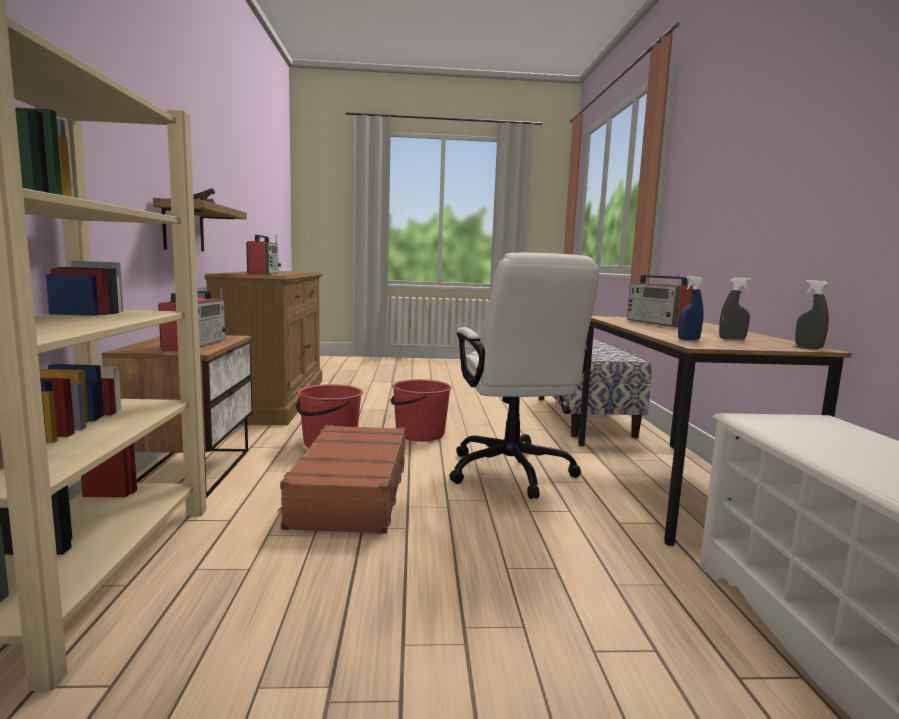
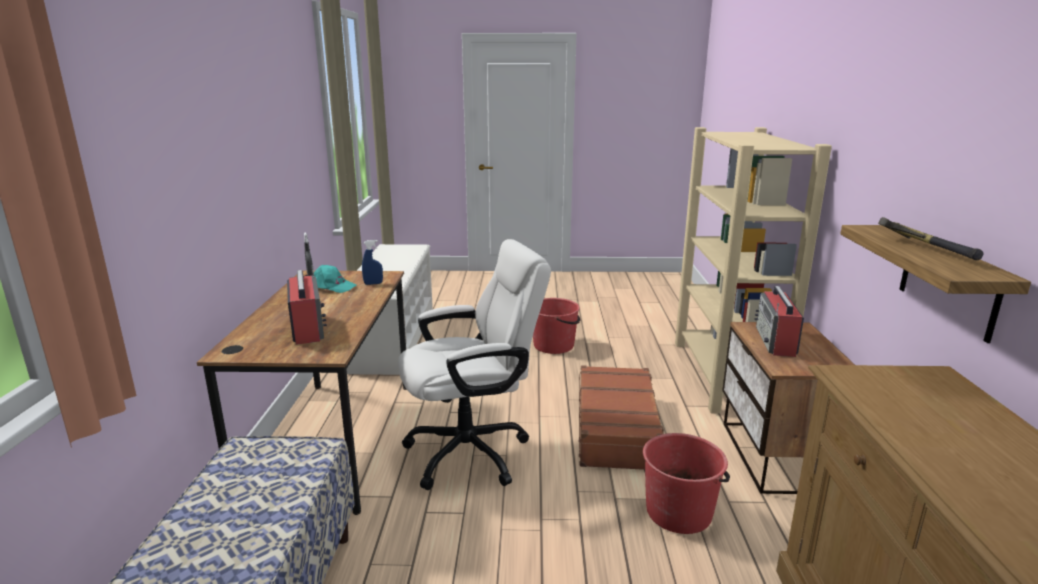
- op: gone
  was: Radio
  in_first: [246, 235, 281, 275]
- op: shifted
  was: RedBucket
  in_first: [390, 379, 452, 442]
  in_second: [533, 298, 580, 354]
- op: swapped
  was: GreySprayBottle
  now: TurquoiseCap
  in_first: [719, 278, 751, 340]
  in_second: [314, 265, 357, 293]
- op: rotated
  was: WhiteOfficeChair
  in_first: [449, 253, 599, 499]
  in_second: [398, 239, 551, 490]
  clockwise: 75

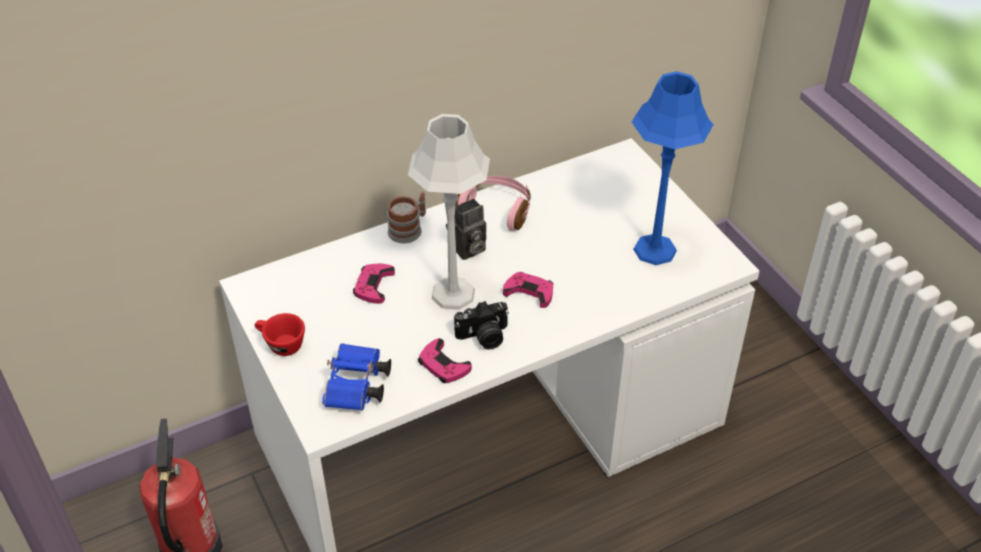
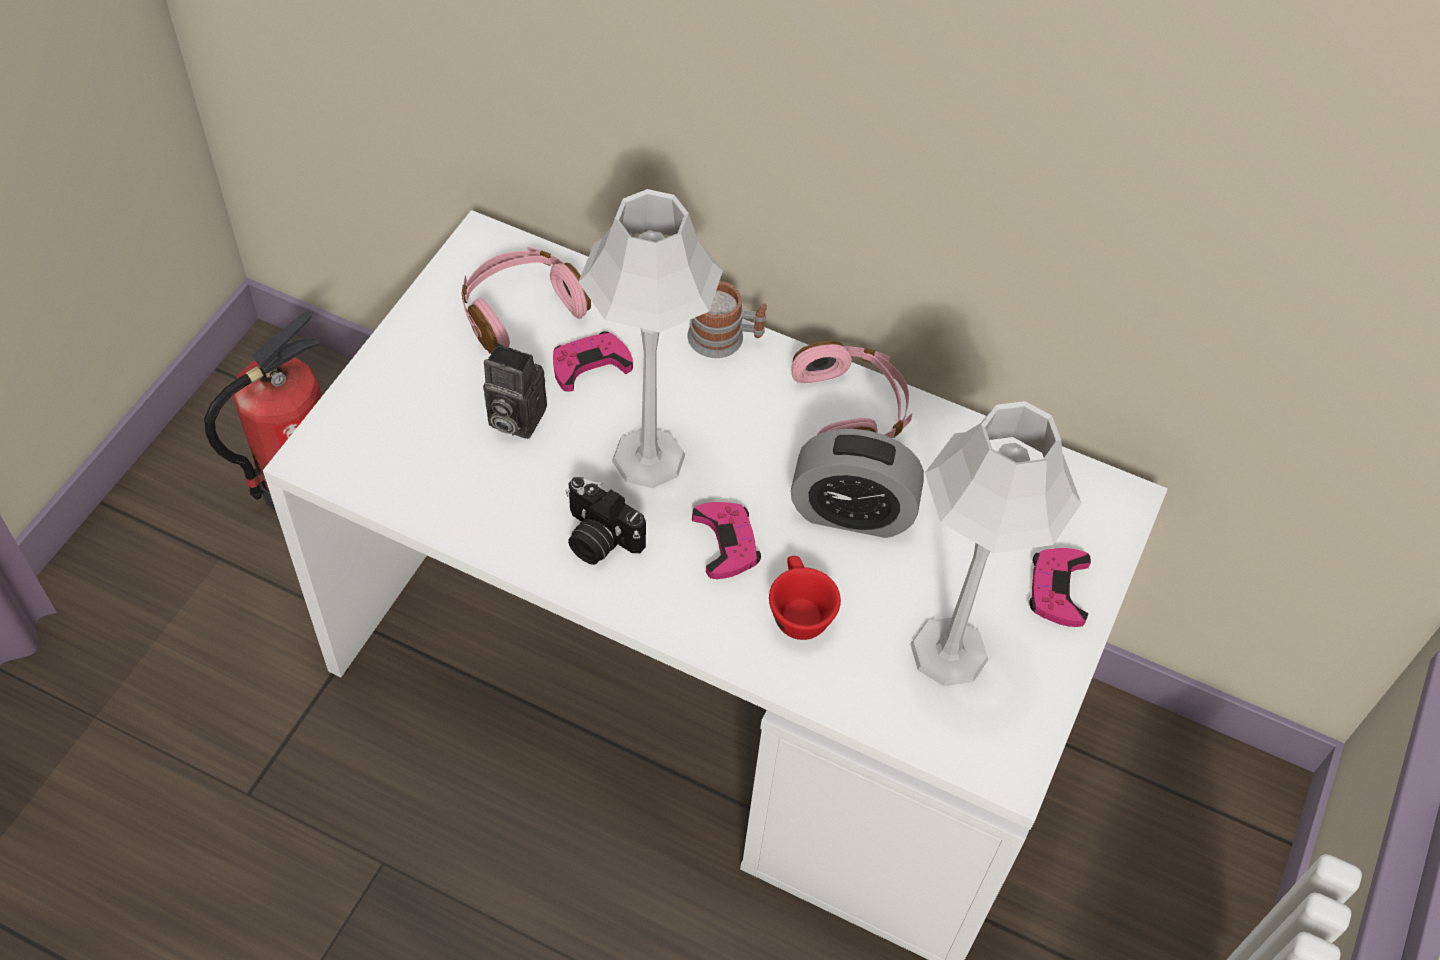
- op: gone
  was: BlueBinoculars
  in_first: [322, 344, 391, 411]
- op: new
  now: PinkHeadphones
  in_second: [462, 247, 591, 354]
- op: new
  now: AlarmClock
  in_second: [791, 429, 924, 538]
- op: shifted
  was: RedCup
  in_first: [255, 313, 305, 356]
  in_second: [769, 556, 841, 640]
- op: shifted
  was: PinkGameController
  in_first: [418, 338, 472, 383]
  in_second: [1029, 548, 1091, 627]
- op: shifted
  was: PhotoCamera
  in_first: [446, 198, 486, 260]
  in_second: [483, 344, 547, 439]
- op: repainted
  was: BlueTableLamp
  now: GreyTableLamp
  in_first: [632, 71, 713, 265]
  in_second: [910, 401, 1081, 686]

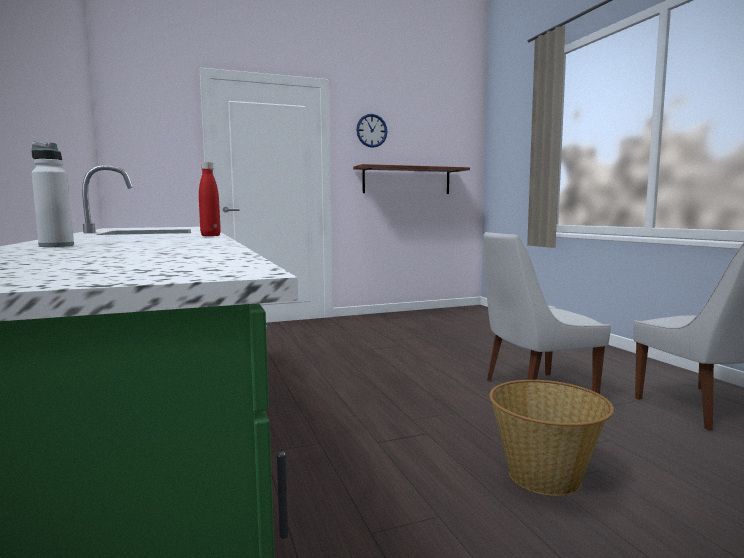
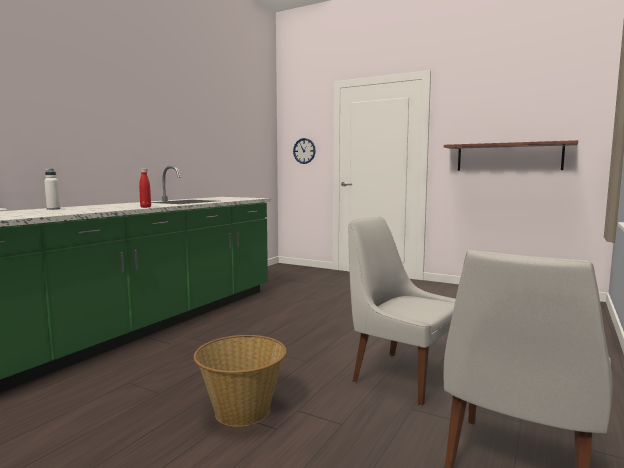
- op: shifted
  was: WallClock
  in_first: [356, 114, 388, 148]
  in_second: [293, 138, 316, 164]

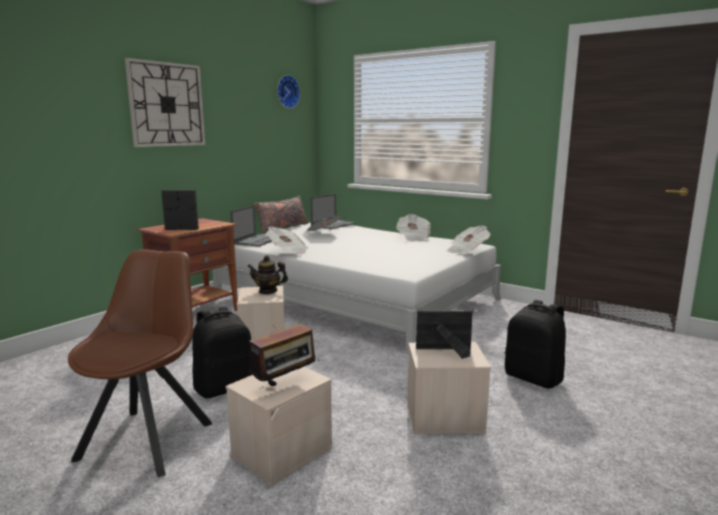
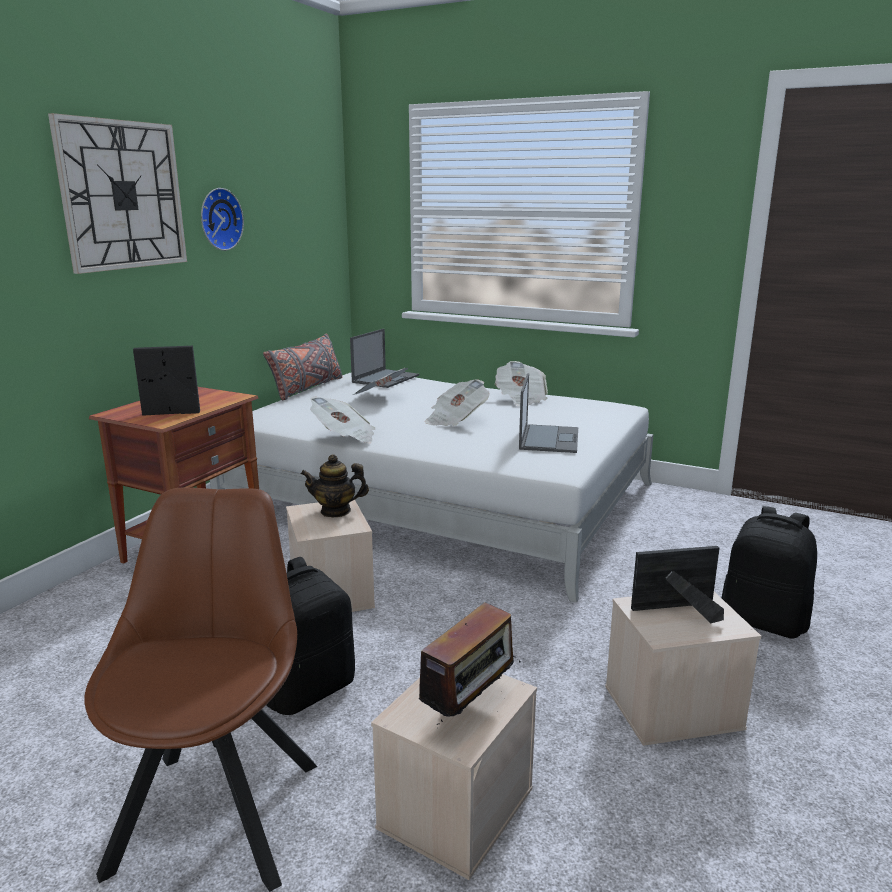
- op: shifted
  was: Laptop
  in_first: [230, 205, 272, 247]
  in_second: [519, 373, 578, 453]
- op: shifted
  was: WallClock
  in_first: [277, 75, 300, 109]
  in_second: [201, 188, 244, 251]
- op: shifted
  was: Newspaper
  in_first: [447, 226, 490, 254]
  in_second: [425, 379, 489, 426]

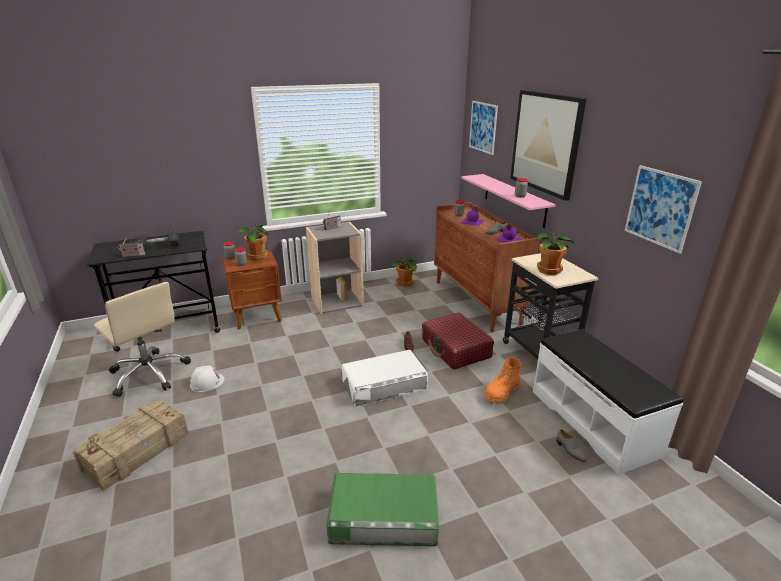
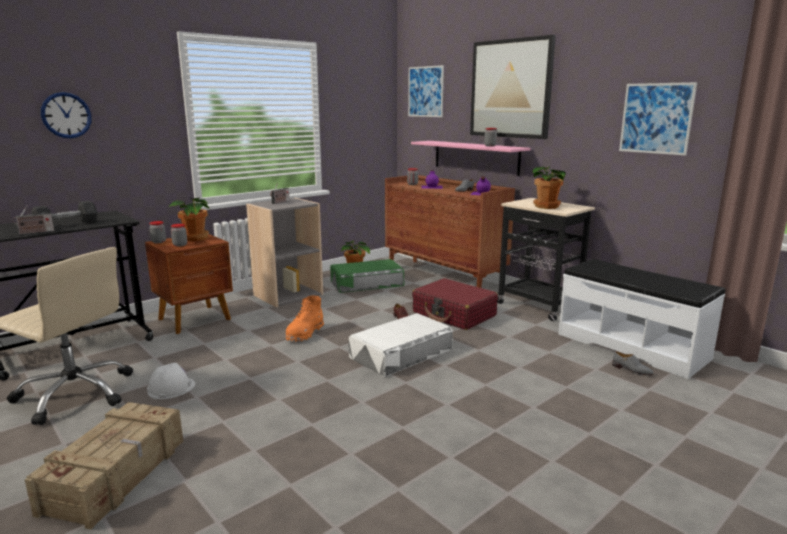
- op: new
  now: WallClock
  in_second: [41, 92, 92, 138]
- op: shifted
  was: GreenStorageBox
  in_first: [327, 473, 439, 546]
  in_second: [330, 259, 404, 293]
- op: shifted
  was: OrangeBoot
  in_first: [484, 357, 521, 405]
  in_second: [286, 296, 324, 343]

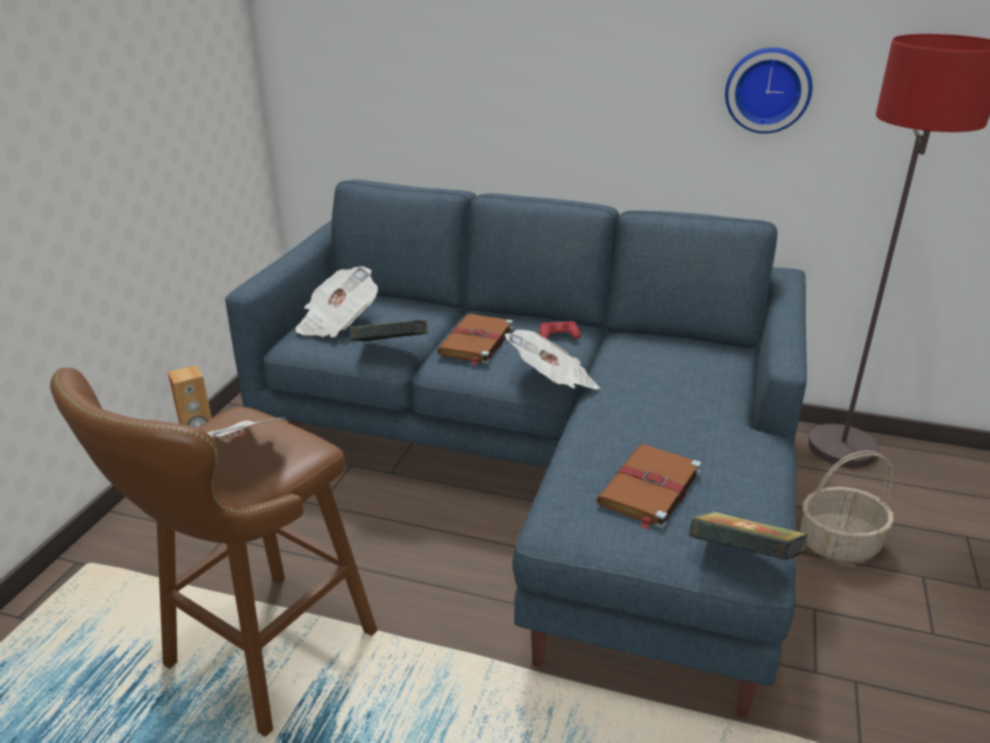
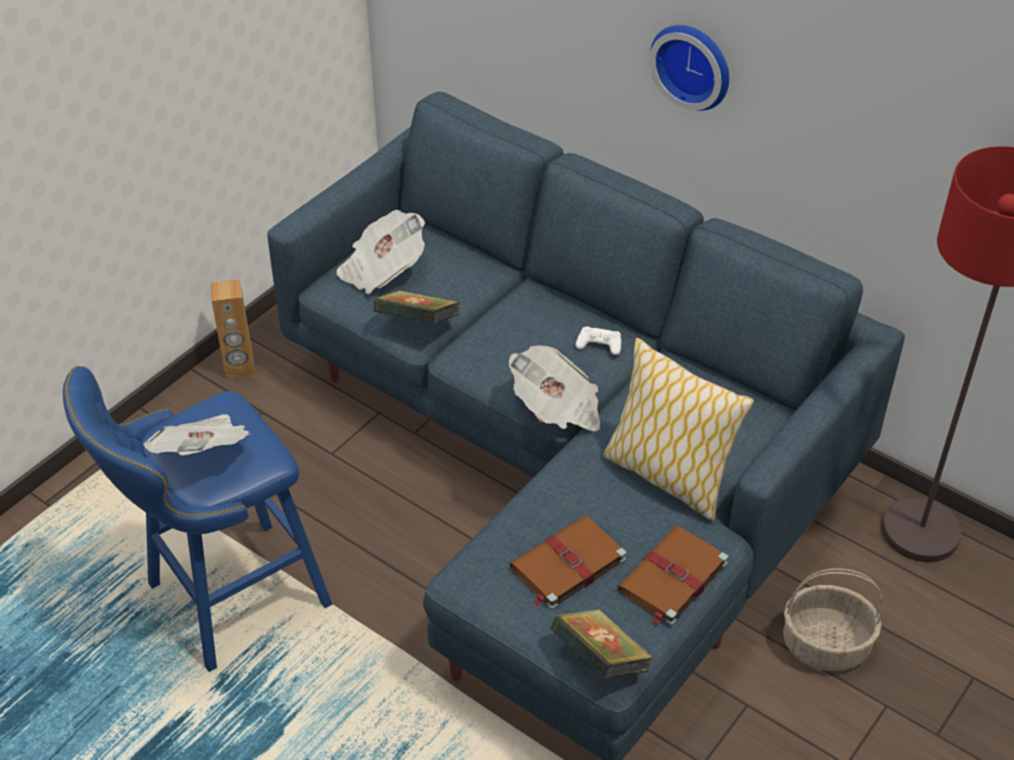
- op: new
  now: Pillow
  in_second: [603, 338, 754, 521]
- op: shifted
  was: BrownBook
  in_first: [437, 314, 513, 366]
  in_second: [617, 526, 729, 625]
- op: shifted
  was: WallClock
  in_first: [725, 47, 813, 133]
  in_second: [649, 25, 729, 111]
- op: repainted
  was: BrownStool
  now: BlueStool
  in_first: [50, 368, 378, 737]
  in_second: [63, 366, 333, 672]
- op: repainted
  was: RedGameController
  now: WhiteGameController
  in_first: [539, 321, 581, 339]
  in_second: [576, 326, 621, 355]

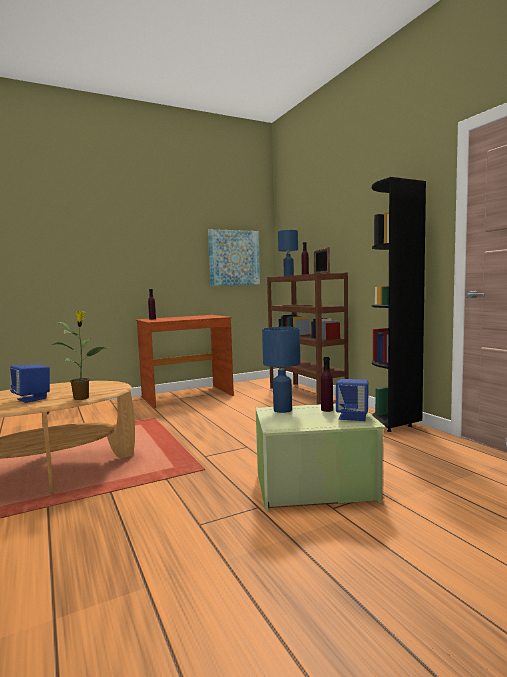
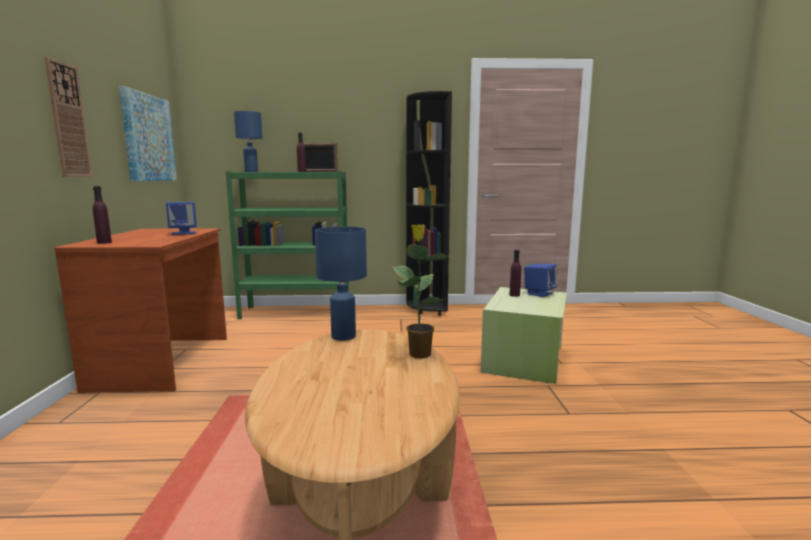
- op: new
  now: WallClock
  in_second: [44, 57, 93, 177]
- op: shifted
  was: BlueSpeaker
  in_first: [10, 364, 50, 403]
  in_second: [166, 202, 197, 235]
- op: shifted
  was: BlueTableLamp
  in_first: [262, 327, 300, 413]
  in_second: [315, 227, 367, 341]
- op: repainted
  was: BrownBookcase
  now: GreenBookcase
  in_first: [267, 273, 348, 404]
  in_second: [226, 172, 349, 319]

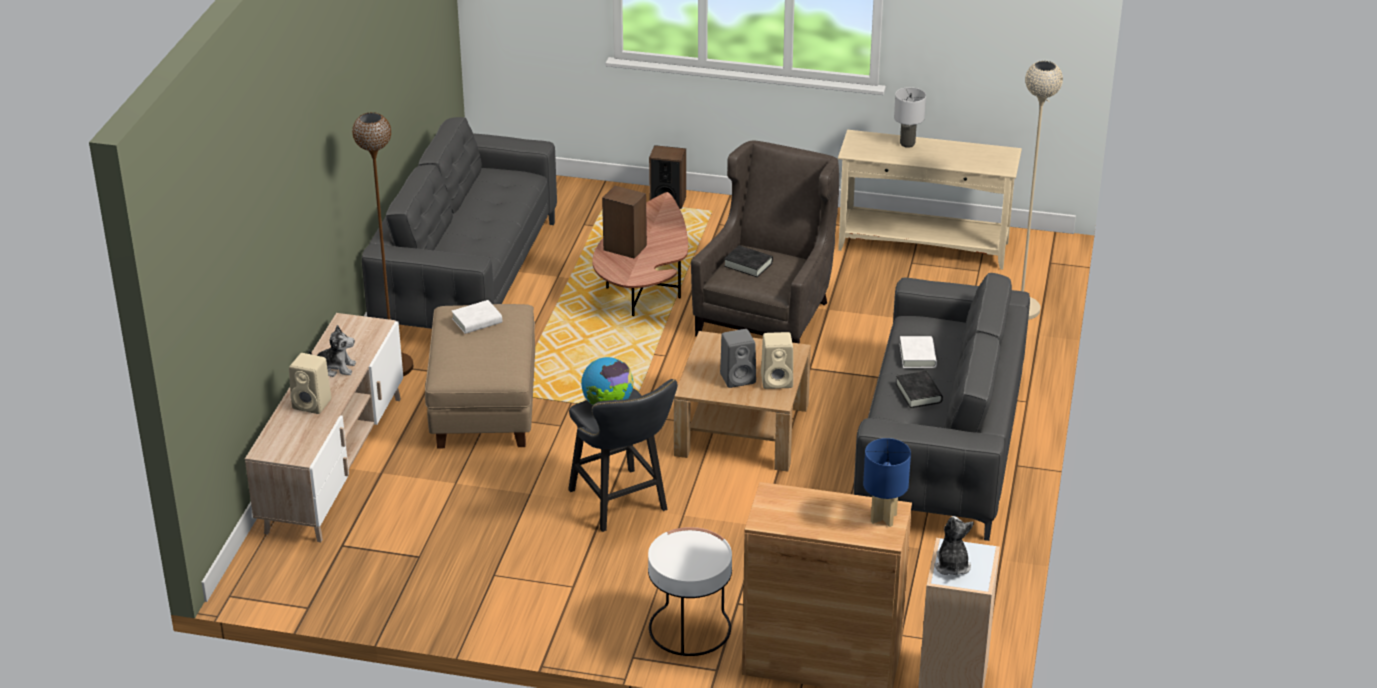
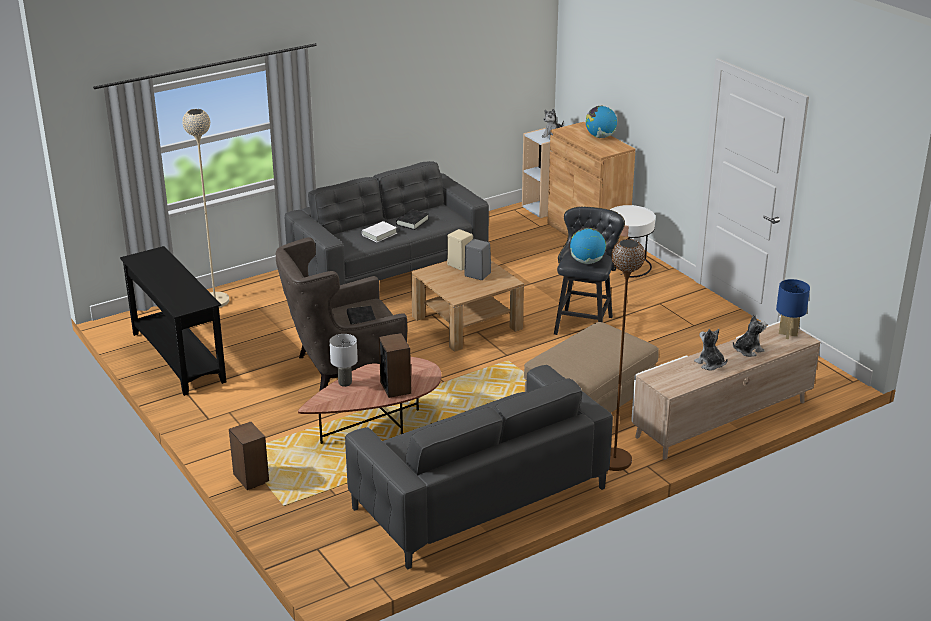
- op: gone
  was: WhiteBook
  in_first: [452, 300, 502, 334]
- op: new
  now: Globe
  in_second: [586, 106, 617, 138]
- op: shifted
  was: BlueTableLamp
  in_first: [863, 438, 911, 527]
  in_second: [776, 279, 810, 339]
- op: shifted
  was: WhiteTableLamp
  in_first: [894, 87, 926, 148]
  in_second: [329, 334, 358, 387]
- op: swapped
  was: BeigeSpeaker
  now: PlushToy
  in_first: [289, 353, 331, 414]
  in_second: [733, 315, 767, 357]
- op: repainted
  was: BeigeConsoleTable
  now: BlackConsoleTable
  in_first: [838, 130, 1022, 270]
  in_second: [120, 246, 226, 396]

